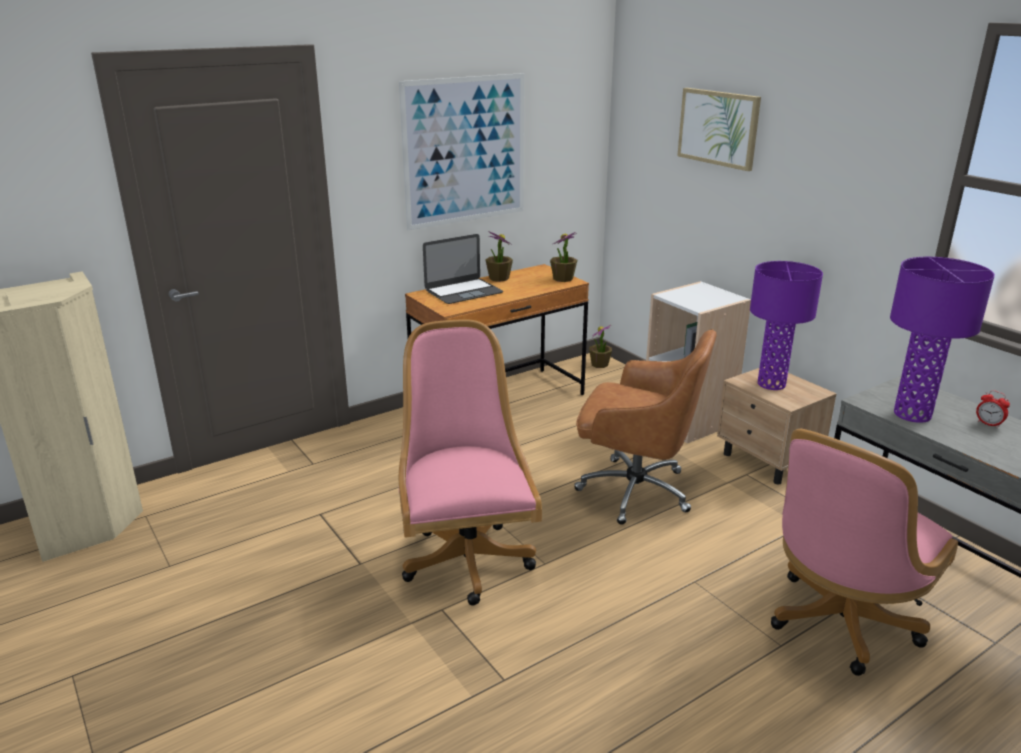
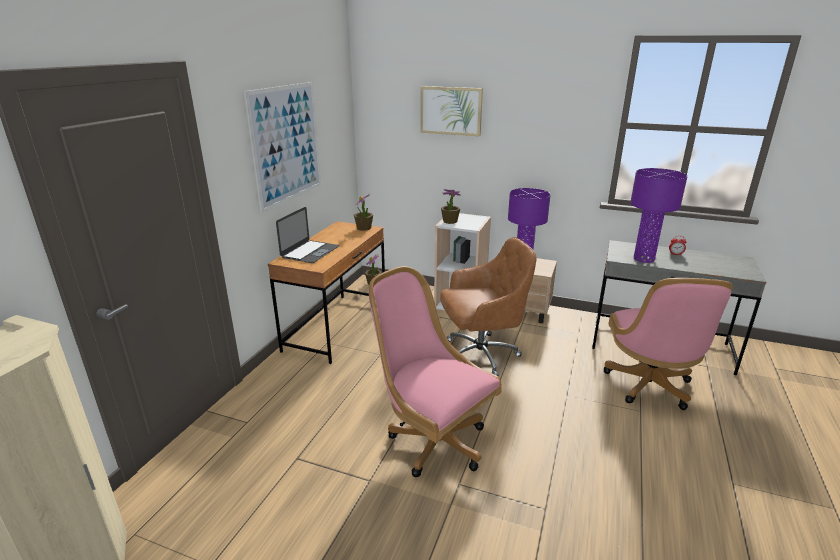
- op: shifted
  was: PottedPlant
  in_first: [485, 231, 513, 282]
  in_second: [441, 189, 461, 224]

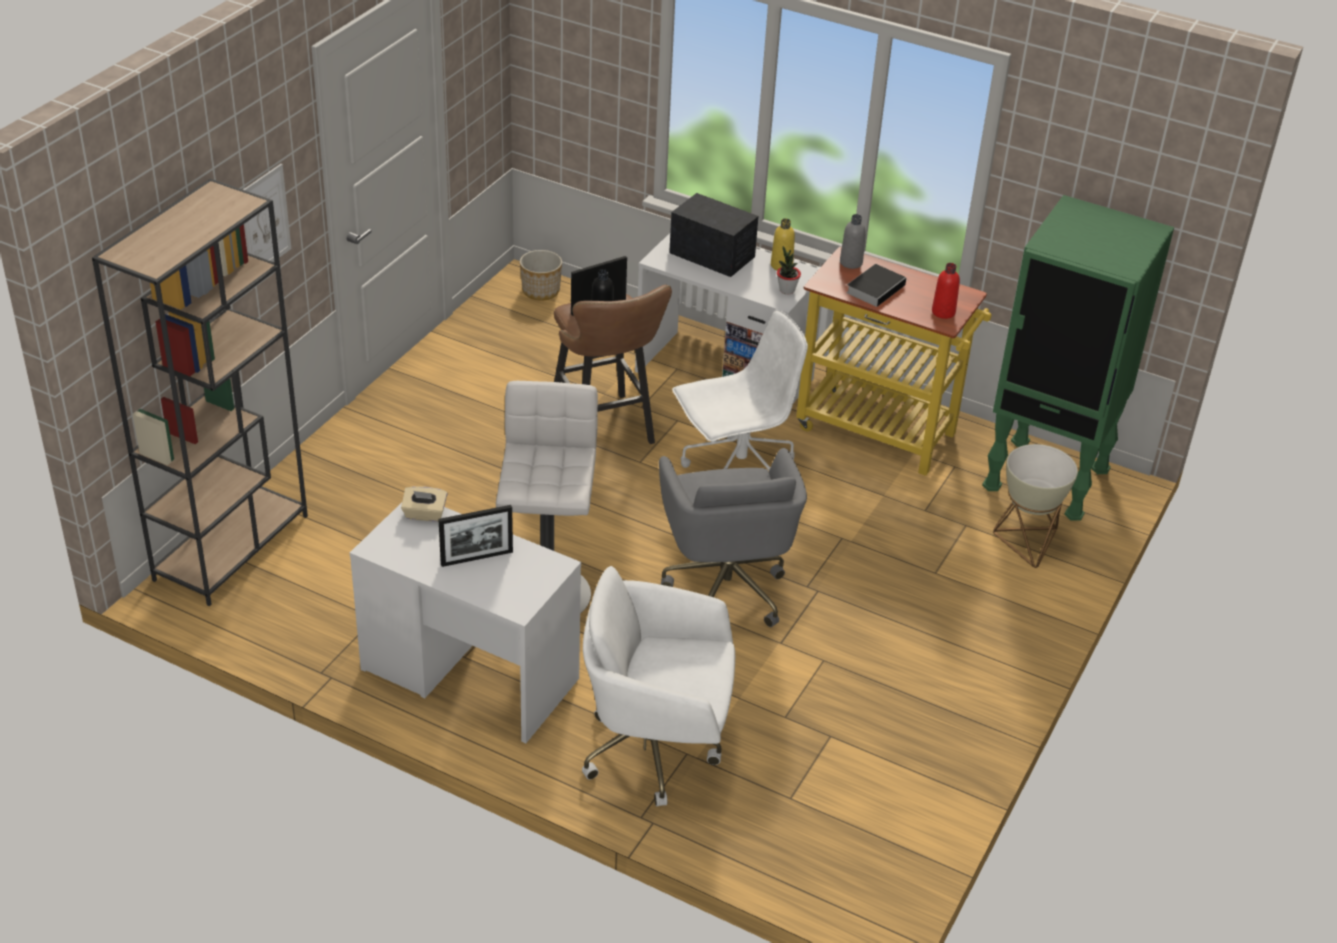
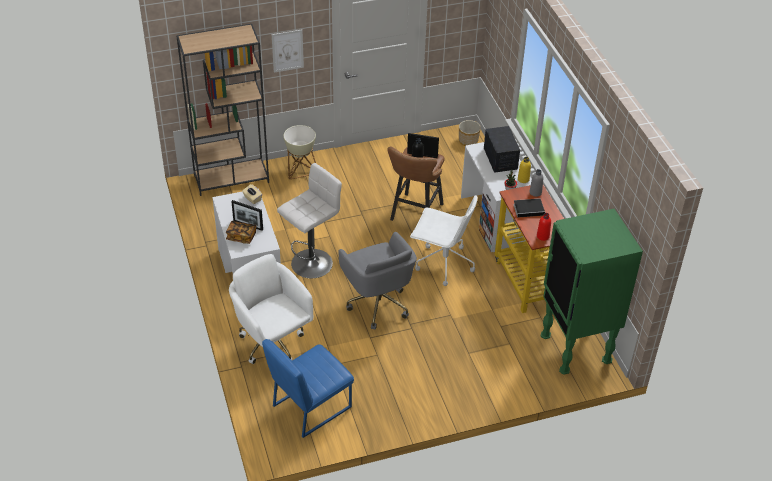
- op: new
  now: Book
  in_second: [226, 221, 256, 244]
- op: new
  now: BlueChair
  in_second: [262, 339, 354, 438]
- op: shifted
  was: Planter
  in_first: [993, 444, 1078, 568]
  in_second: [283, 125, 316, 179]
- op: rotated
  was: GreyOfficeChair
  in_first: [659, 448, 807, 627]
  in_second: [338, 232, 417, 330]
  clockwise: -60

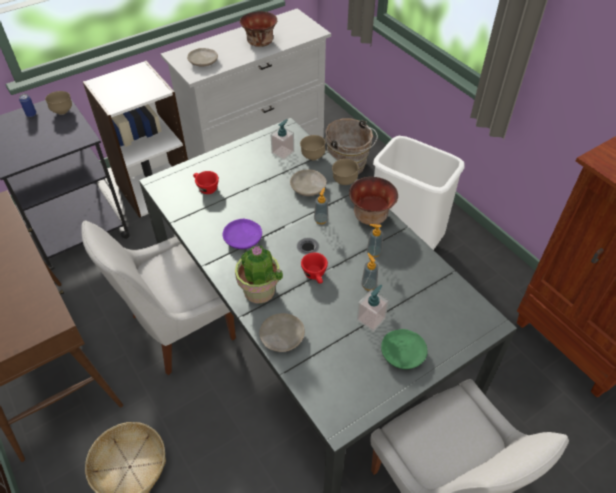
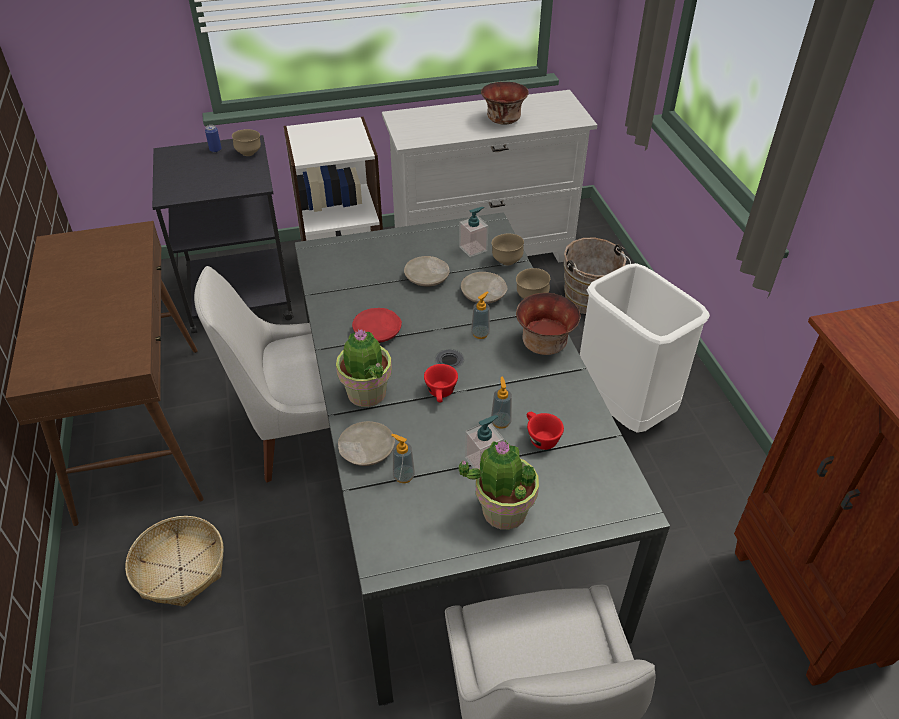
- op: shifted
  was: BeigePlate
  in_first: [187, 48, 218, 66]
  in_second: [404, 256, 450, 287]
- op: shifted
  was: RedCup
  in_first: [193, 171, 219, 194]
  in_second: [527, 412, 564, 450]
- op: shifted
  was: SoapDispenser
  in_first: [367, 224, 383, 257]
  in_second: [391, 434, 415, 483]
- op: swapped
  was: GreenPlate
  now: PottedPlant
  in_first: [381, 329, 427, 369]
  in_second: [458, 441, 539, 530]
- op: repainted
  was: PurplePlate
  now: RedPlate
  in_first: [223, 219, 262, 249]
  in_second: [352, 308, 402, 343]

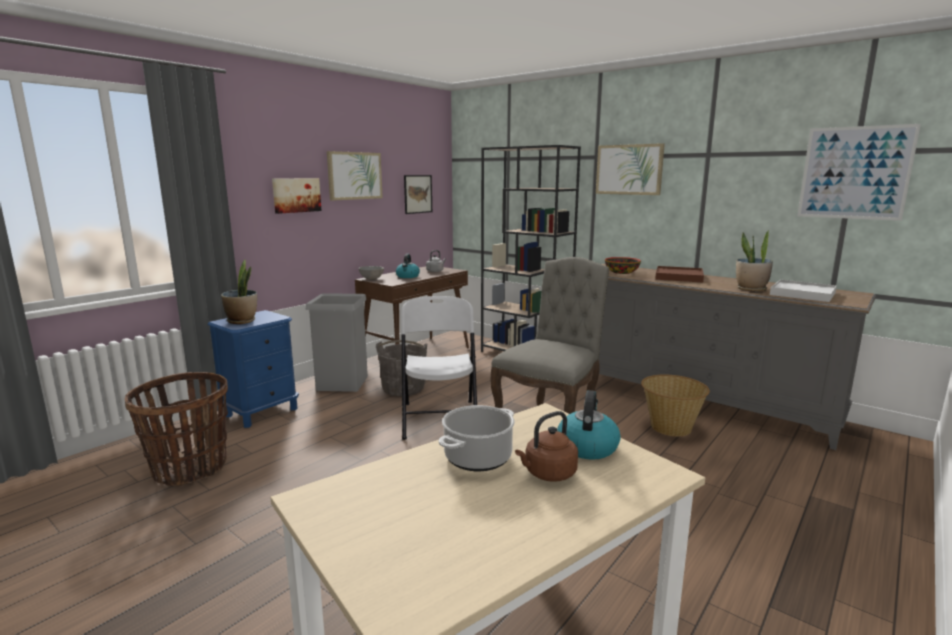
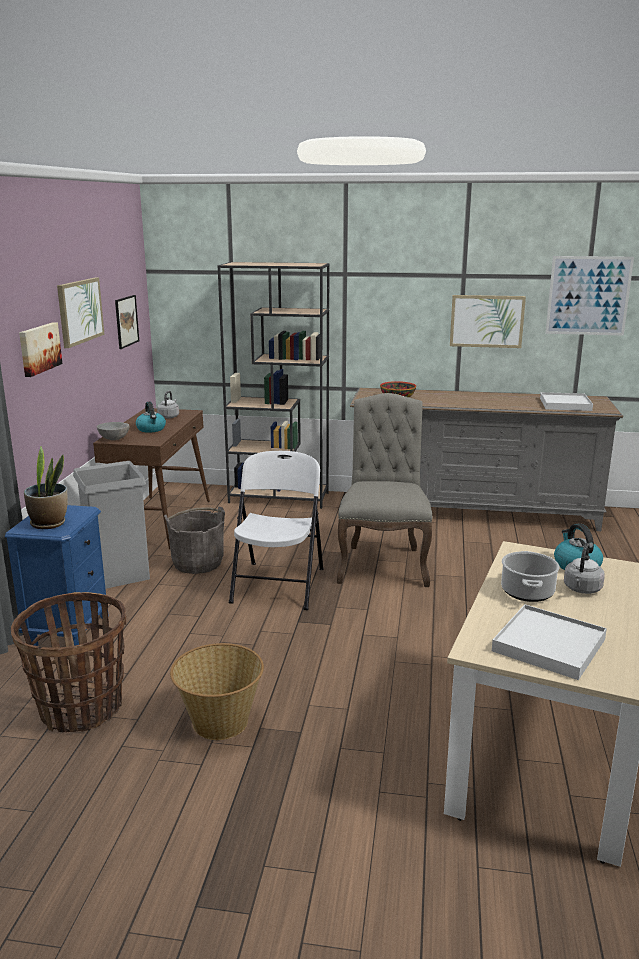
- op: gone
  was: BrownTray
  in_first: [655, 266, 704, 282]
- op: gone
  was: PottedPlant
  in_first: [736, 229, 773, 291]
- op: new
  now: WhiteTray
  in_second: [492, 604, 607, 680]
- op: shifted
  was: Picture
  in_first: [596, 143, 665, 195]
  in_second: [450, 295, 526, 348]
- op: shifted
  was: Basket
  in_first: [641, 374, 710, 436]
  in_second: [170, 643, 264, 740]
- op: repainted
  was: BrownKettle
  now: GreyKettle
  in_first: [515, 411, 578, 482]
  in_second: [564, 543, 605, 594]
- op: rotated
  was: WhiteChair
  in_first: [401, 296, 477, 440]
  in_second: [229, 451, 324, 610]
  clockwise: 45

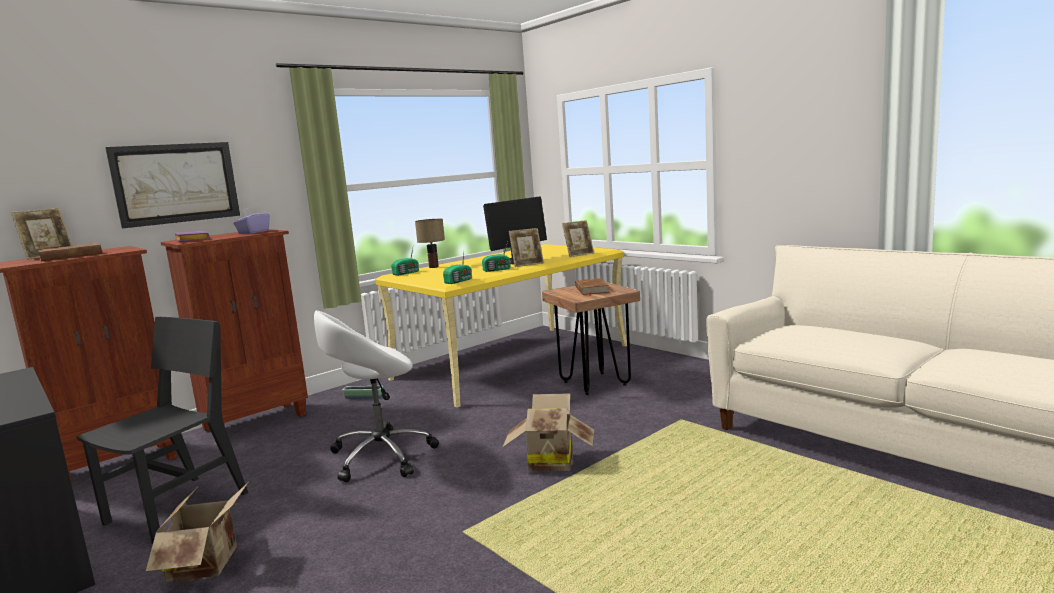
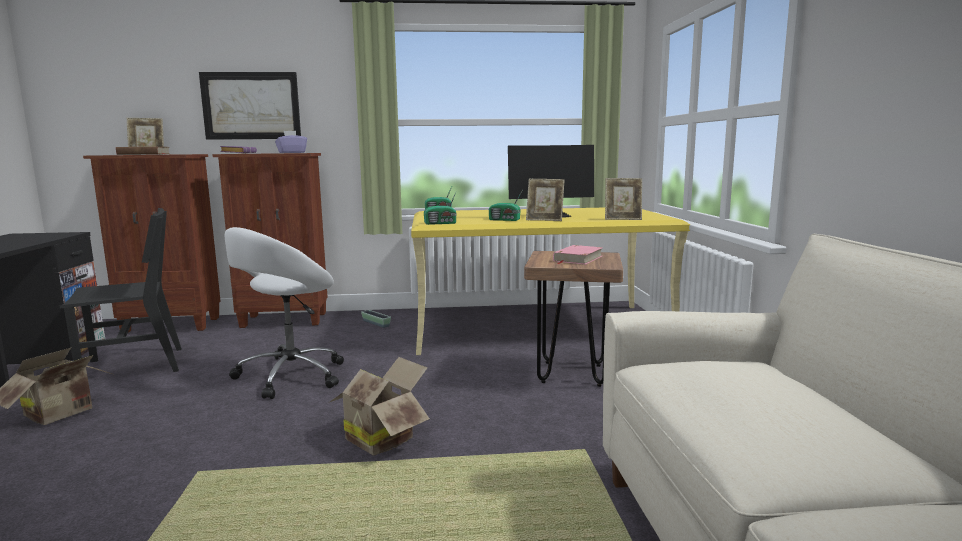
- op: gone
  was: TableLamp
  in_first: [415, 219, 445, 268]
- op: repainted
  was: BrownBook
  now: PinkBook
  in_first: [575, 278, 609, 296]
  in_second: [553, 245, 603, 265]
- op: rotated
  was: WhiteOfficeChair
  in_first: [314, 310, 439, 482]
  in_second: [225, 227, 344, 399]
  clockwise: -60

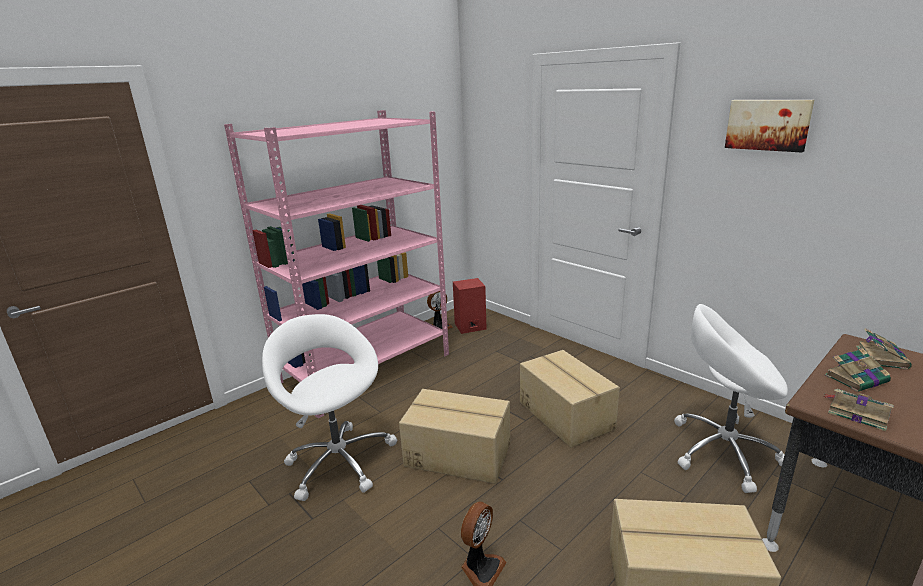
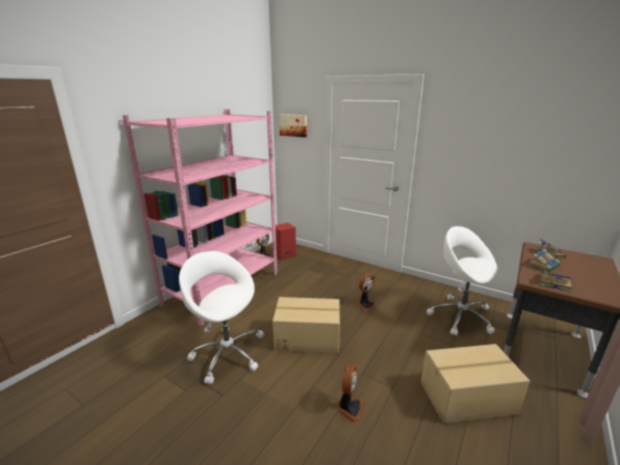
- op: shifted
  was: Picture
  in_first: [725, 100, 814, 152]
  in_second: [279, 114, 307, 137]
- op: swapped
  was: CardboardBox
  now: Fan
  in_first: [520, 350, 620, 448]
  in_second: [357, 273, 377, 312]
- op: rotated
  was: WhiteOfficeChair
  in_first: [674, 304, 788, 493]
  in_second: [427, 226, 497, 336]
  clockwise: 45

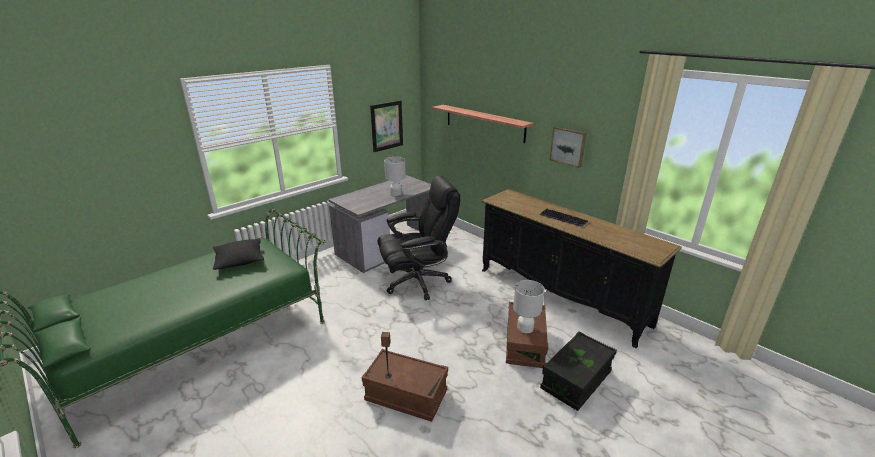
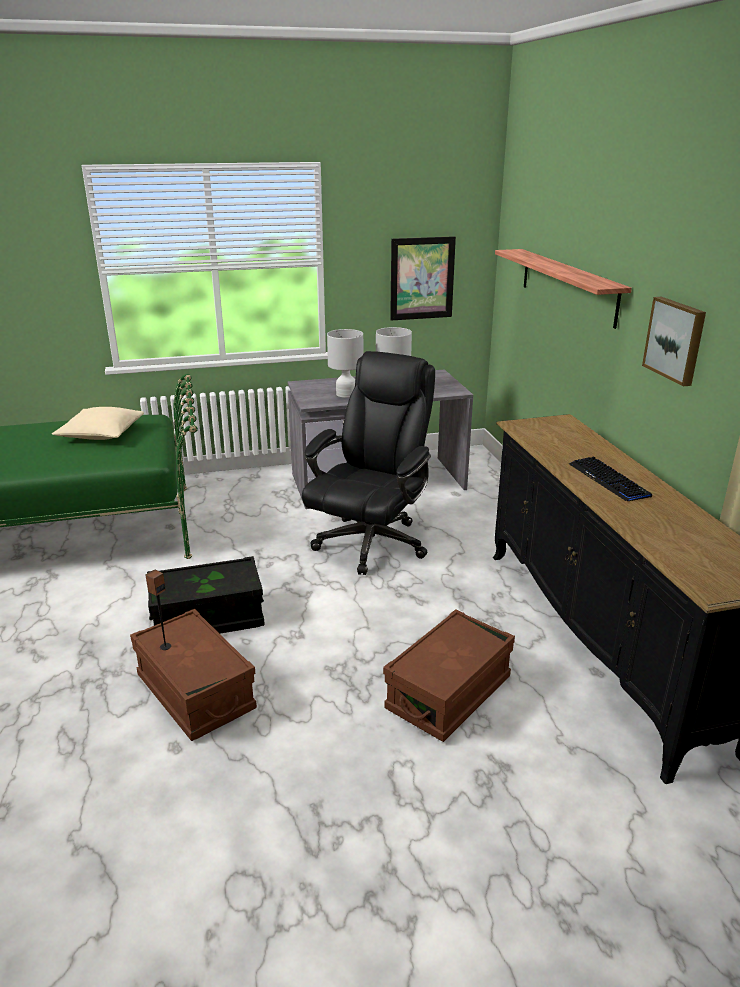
- op: shifted
  was: GreyTableLamp
  in_first: [513, 280, 545, 333]
  in_second: [327, 329, 363, 398]
- op: shifted
  was: BlackStorageBox
  in_first: [540, 331, 617, 411]
  in_second: [147, 556, 265, 634]
- op: repainted
  was: BlackPillow
  now: BeigePillow
  in_first: [213, 239, 264, 270]
  in_second: [52, 407, 144, 440]
- op: rotated
  was: BlackOfficeChair
  in_first: [378, 175, 460, 301]
  in_second: [302, 351, 435, 575]
  clockwise: -75

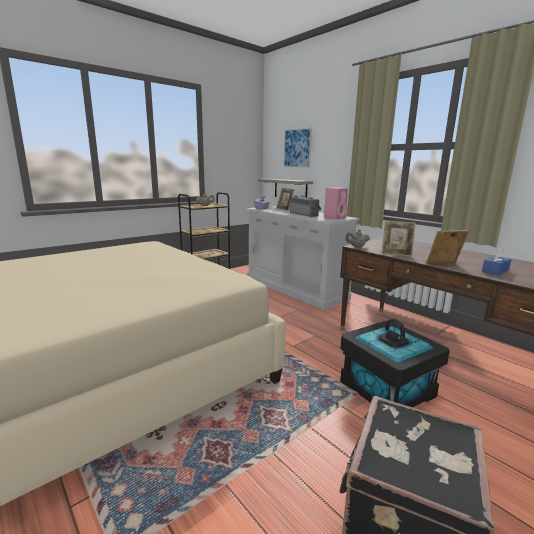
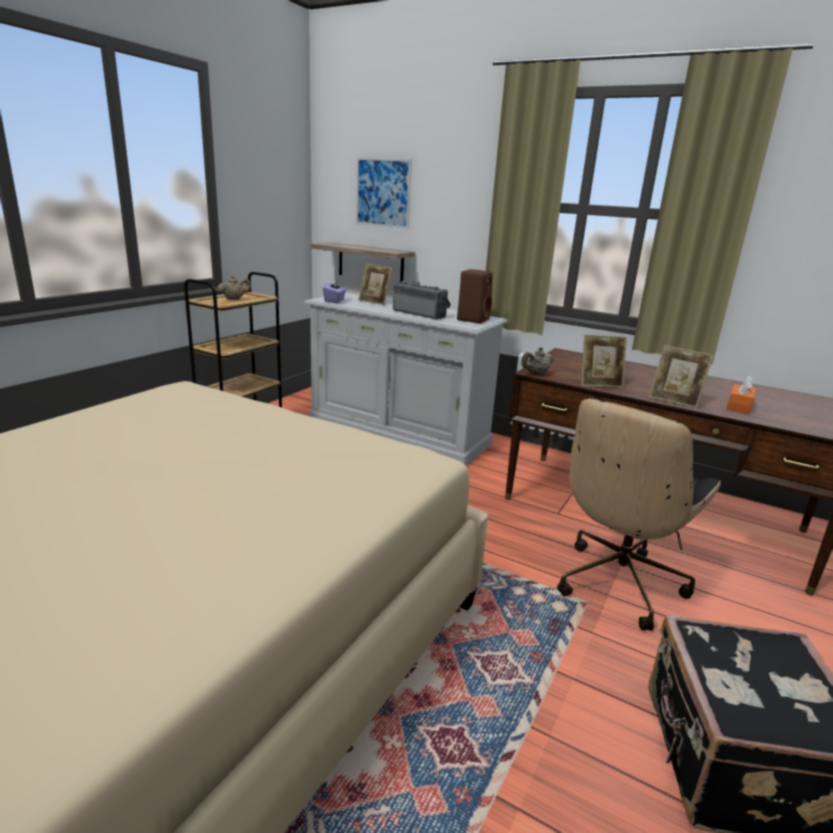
- op: swapped
  was: BlackStorageBox
  now: BlackOfficeChair
  in_first: [340, 319, 450, 407]
  in_second: [558, 398, 721, 631]
- op: repainted
  was: PinkSpeaker
  now: BrownSpeaker
  in_first: [324, 187, 347, 219]
  in_second: [457, 269, 493, 323]
- op: repainted
  was: BlueTissueBox
  now: OrangeTissueBox
  in_first: [482, 248, 511, 276]
  in_second: [727, 376, 756, 414]
- op: rotated
  was: PictureFrame
  in_first: [426, 230, 469, 264]
  in_second: [649, 345, 713, 408]
  clockwise: -120

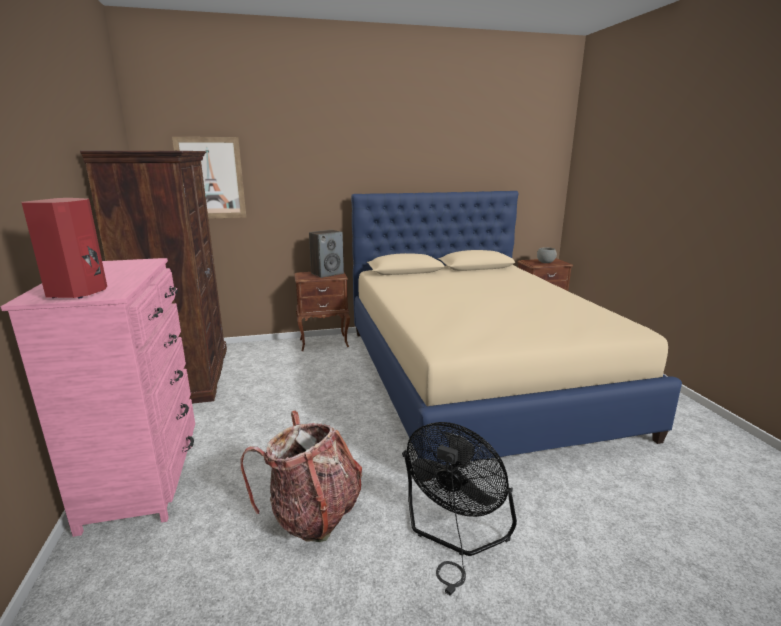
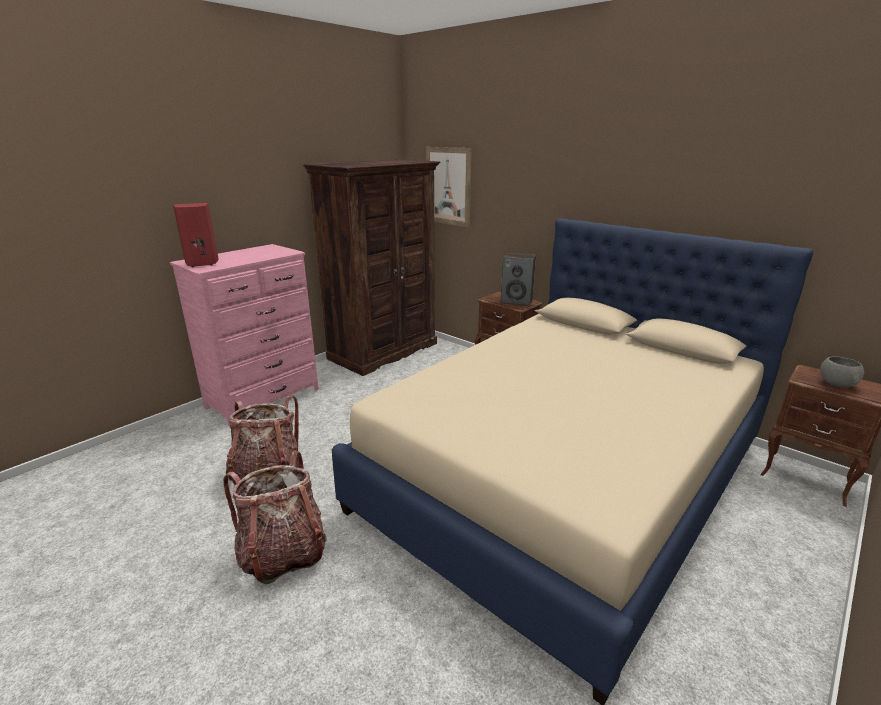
- op: swapped
  was: BlackFan
  now: Backpack
  in_first: [402, 422, 517, 596]
  in_second: [223, 450, 327, 585]

